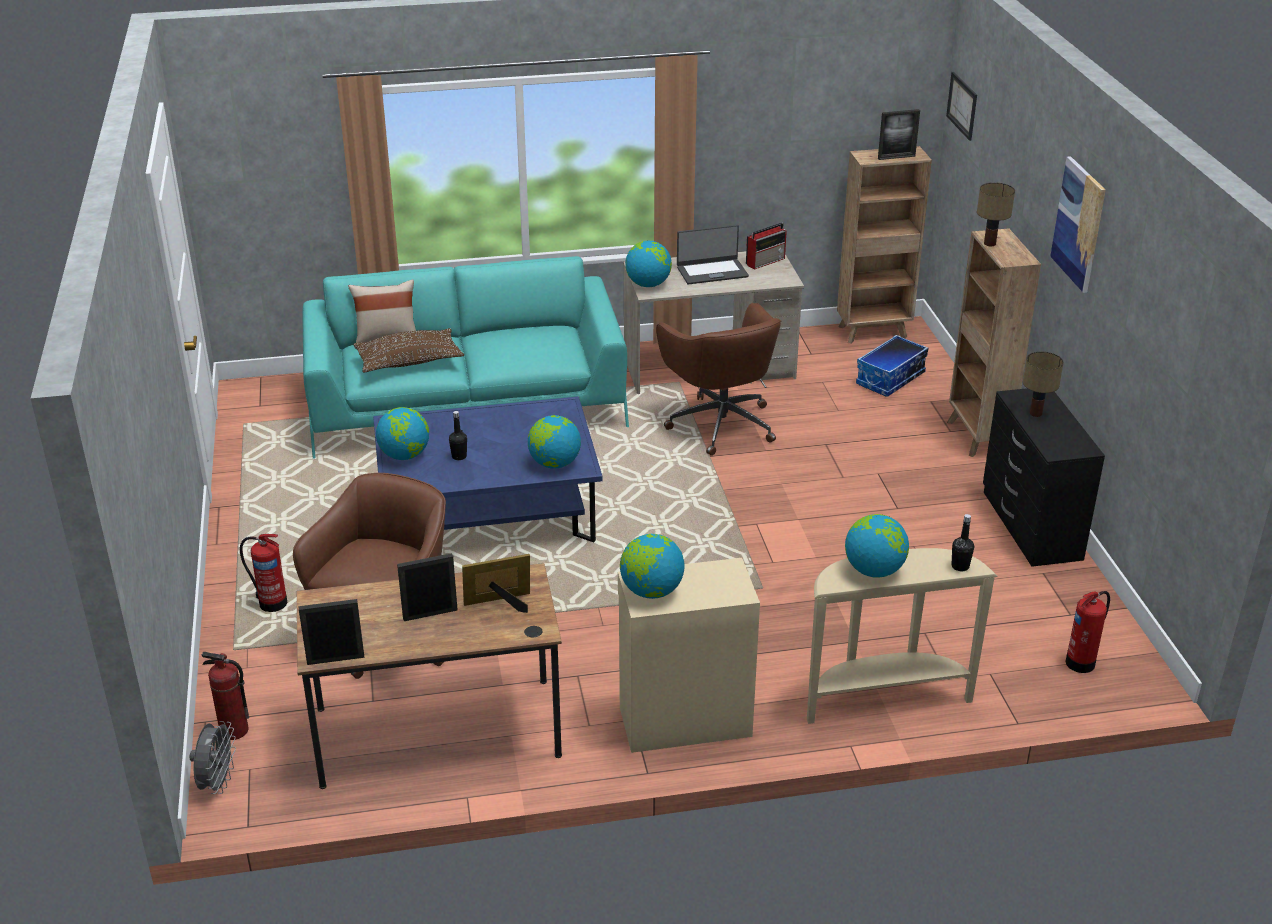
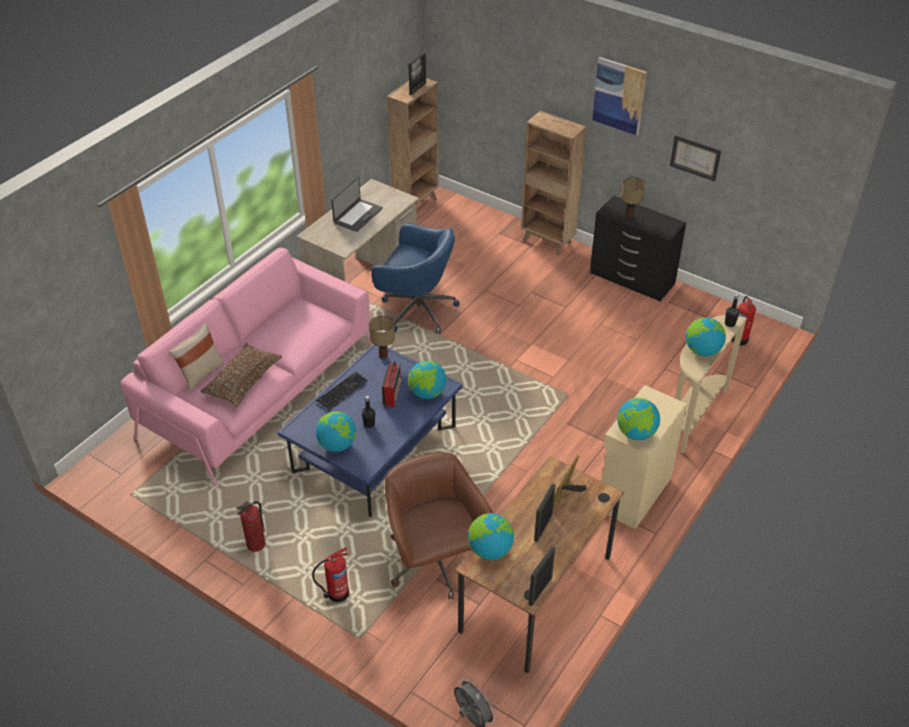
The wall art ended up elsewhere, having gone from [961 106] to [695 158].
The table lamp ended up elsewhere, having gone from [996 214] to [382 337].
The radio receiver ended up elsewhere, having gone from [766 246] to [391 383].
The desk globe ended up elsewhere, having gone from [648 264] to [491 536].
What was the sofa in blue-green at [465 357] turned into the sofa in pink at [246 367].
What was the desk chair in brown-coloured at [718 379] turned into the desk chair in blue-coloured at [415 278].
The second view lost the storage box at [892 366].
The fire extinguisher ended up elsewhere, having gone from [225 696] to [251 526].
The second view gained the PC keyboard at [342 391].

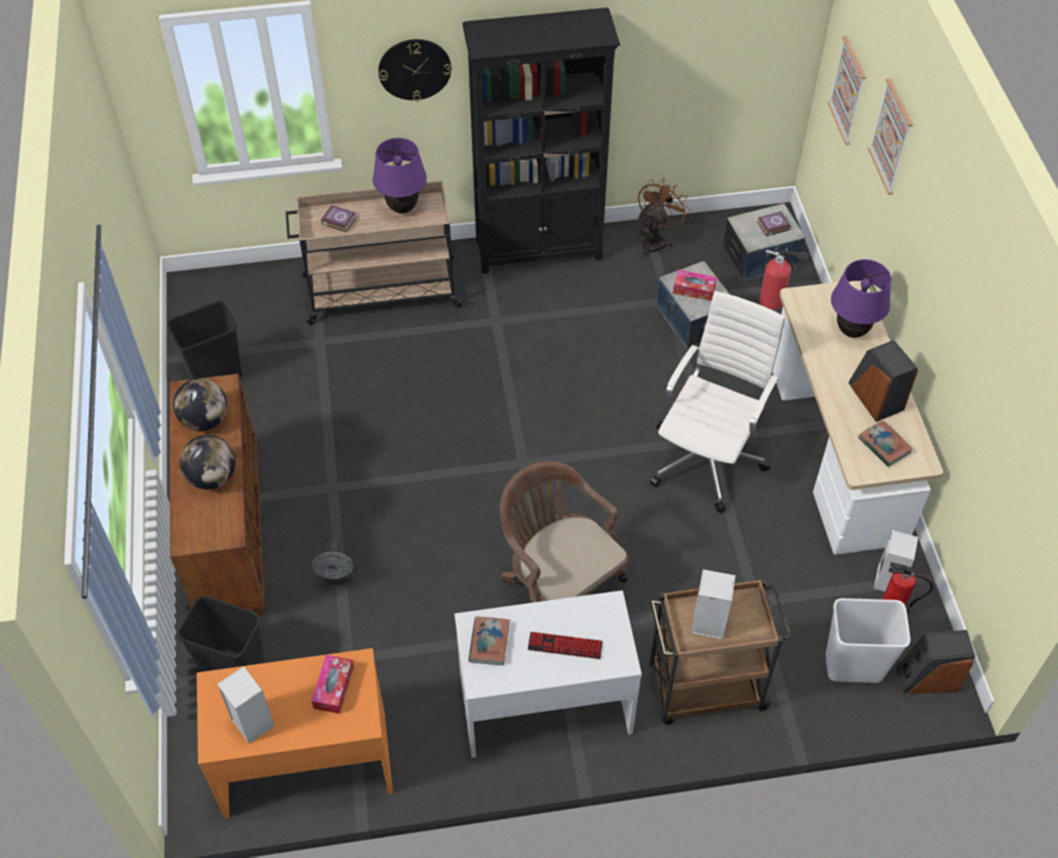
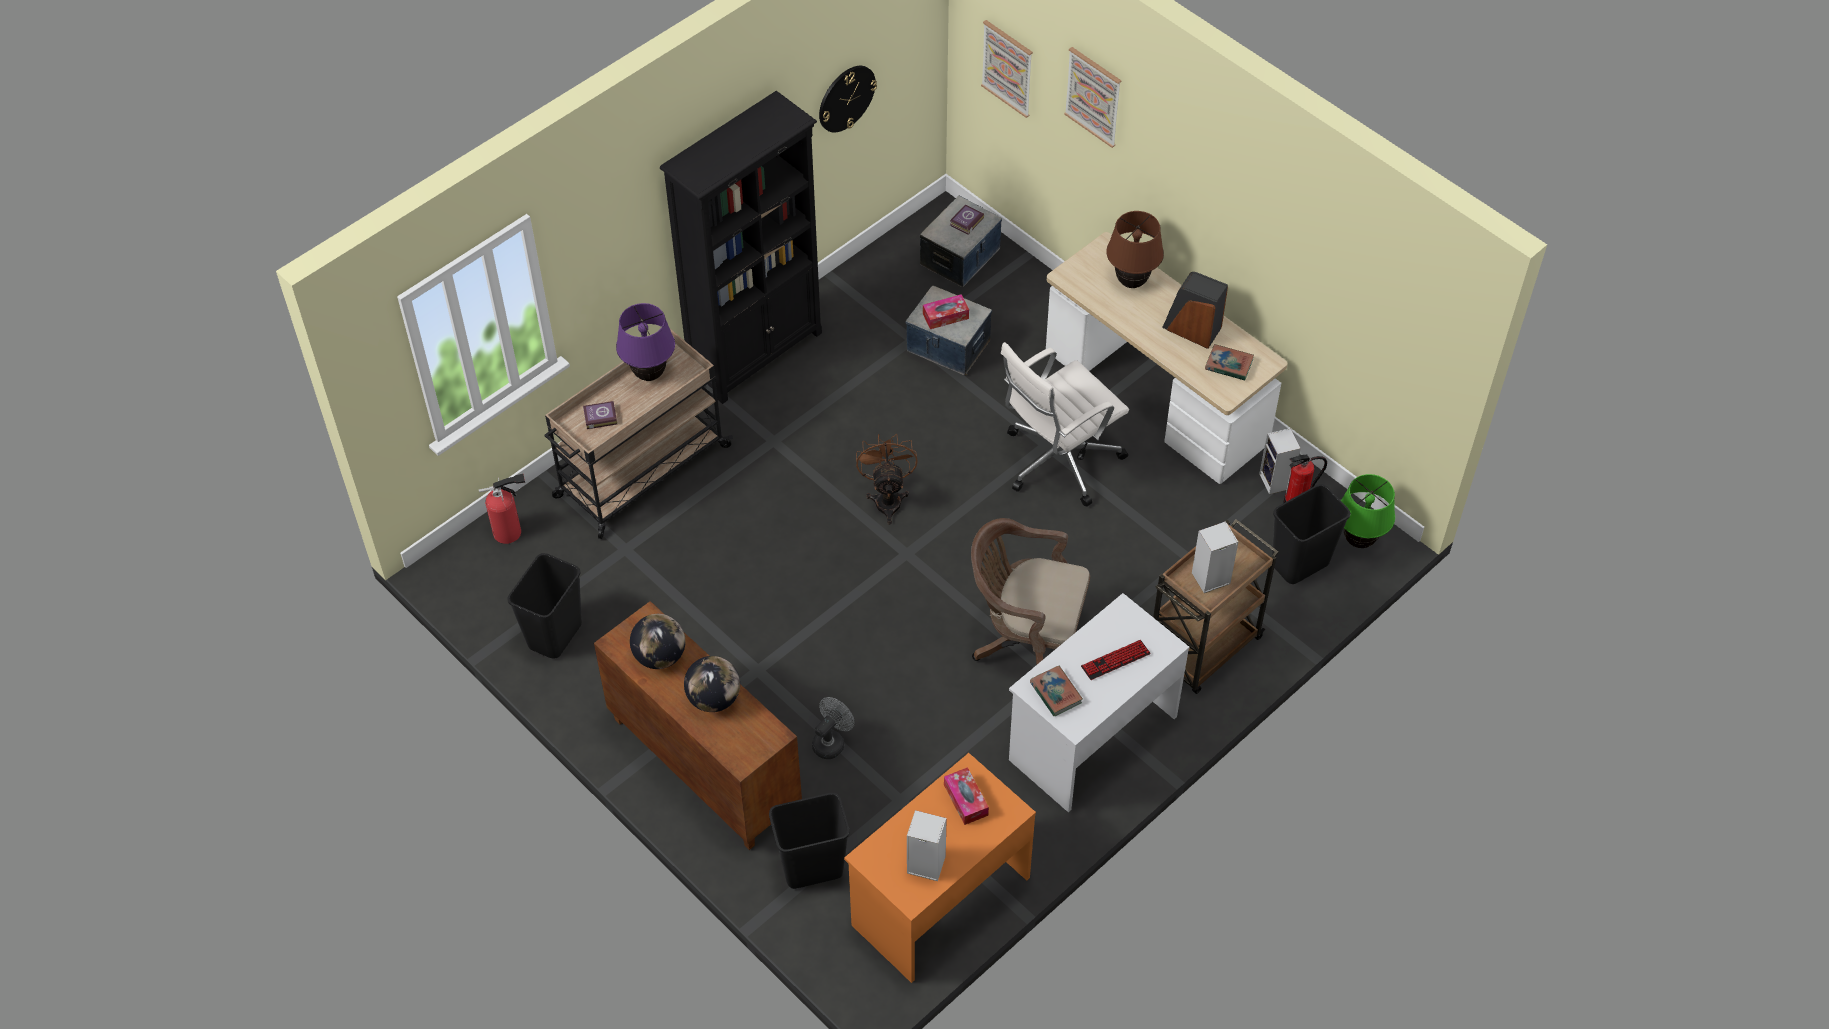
The clock on the wall ended up elsewhere, having gone from [414 70] to [848 99].
The electric fan in brown-coloured ended up elsewhere, having gone from [664 218] to [887 479].
The fire extinguisher ended up elsewhere, having gone from [783 279] to [502 508].
What was the table lamp in purple at [861 298] turned into the table lamp in brown-coloured at [1135 249].
The desk chair in whitish at [717 402] ended up facing another way, 120 degrees counterclockwise from before.
The electric fan in grey at [332 562] ended up facing another way, 105 degrees counterclockwise from before.
What was the trash can in whitish at [868 640] turned into the trash can in black at [1311 534].
Where the loudspeaker stood at [935 662], the table lamp in green-coloured came to stand at [1368 511].

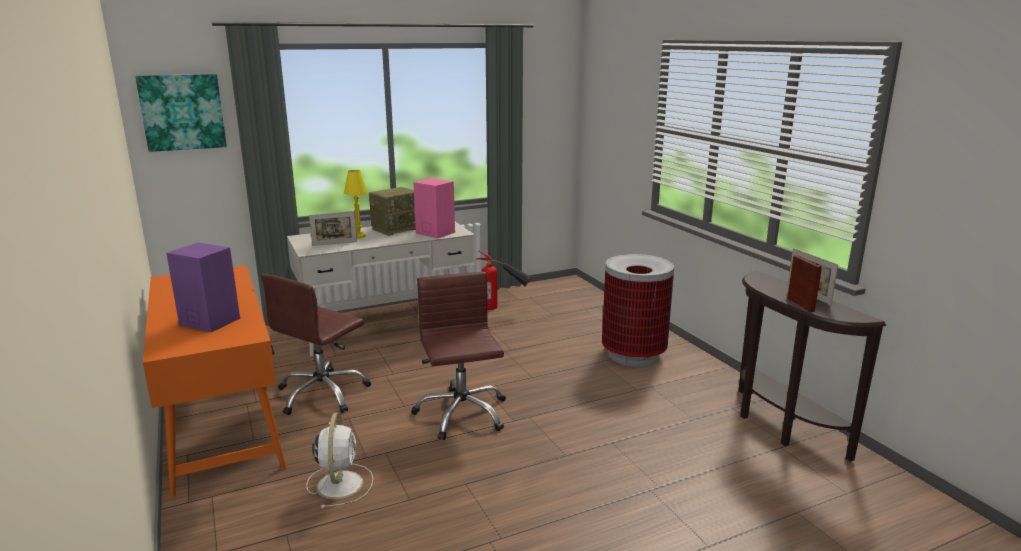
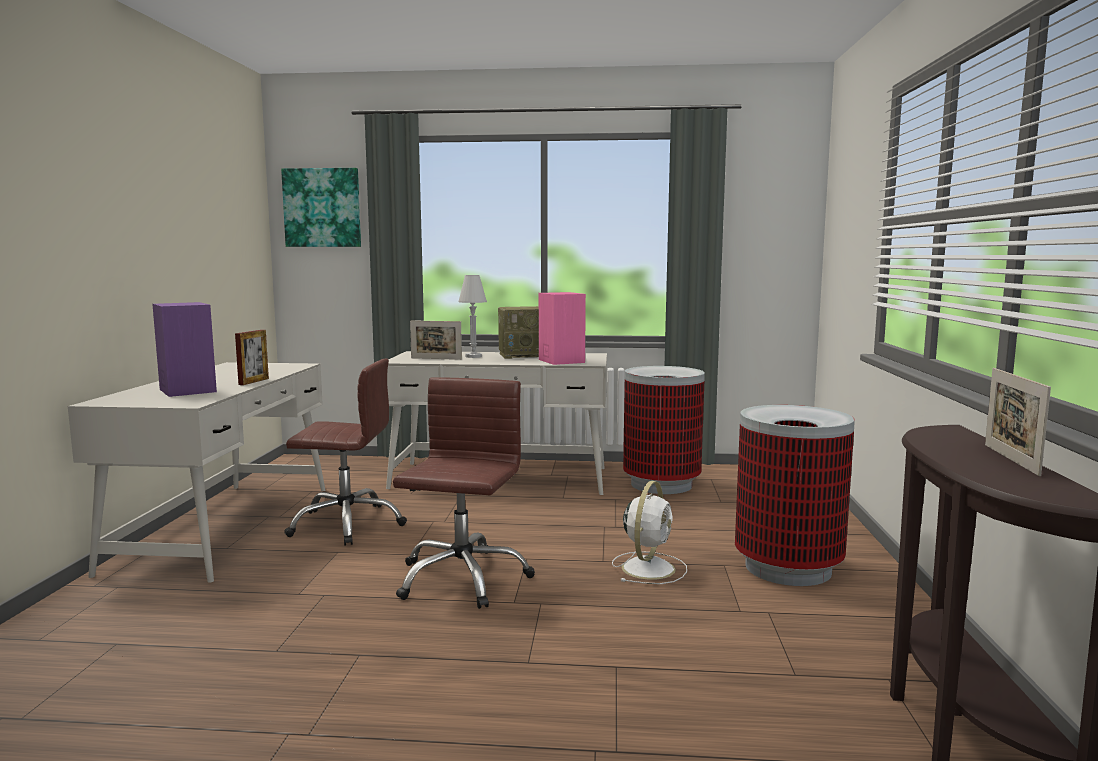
What was the table lamp in yellow-coloured at [356 204] turned into the table lamp in whitish at [472 316].
Where the fire extinguisher stood at [503 280], the trash can came to stand at [664 430].
The picture frame ended up elsewhere, having gone from [804 283] to [252 357].
What was the desk table in orange at [215 381] turned into the desk table in whitish at [196 472].
The desk chair in brown-coloured at [316 344] ended up facing another way, 150 degrees counterclockwise from before.
The electric fan in whitish ended up elsewhere, having gone from [339 460] to [649 532].

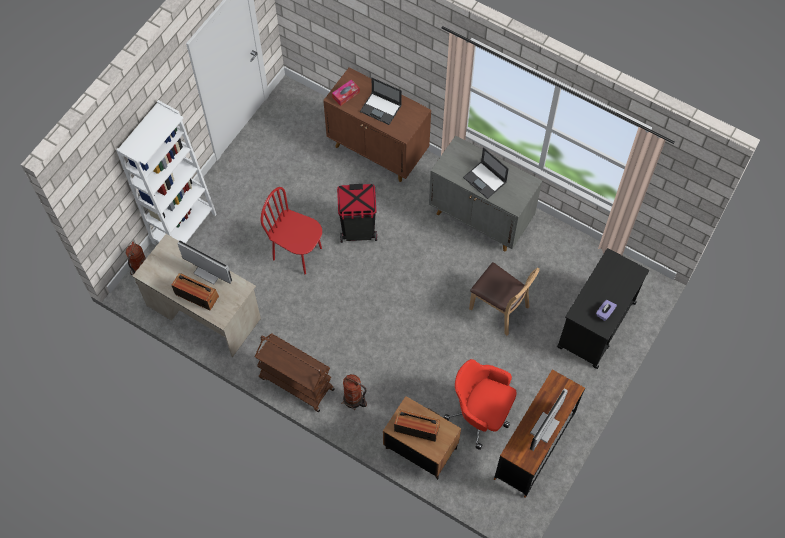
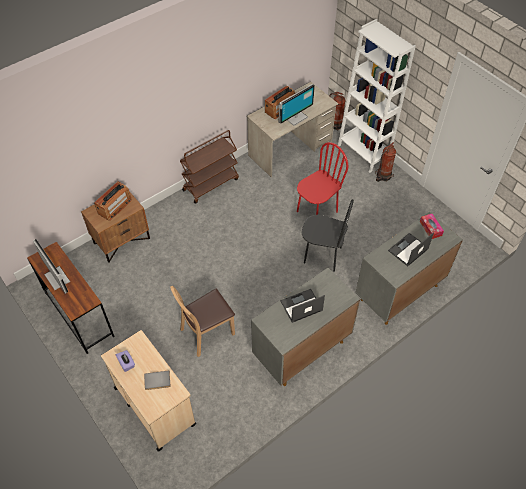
What was the storage cabinet in brown-coloured at [377 124] turned into the storage cabinet in grey at [409 268].
Where the trash can in black stood at [357 213], the plain chair in black came to stand at [328 235].
What was the cart in black at [603 308] turned into the cart in beige-coloured at [148 390].
The second view lost the desk chair in reddish at [480 404].
The fire extinguisher ended up elsewhere, having gone from [354 392] to [385 162].
The second view gained the book in grey at [157 380].

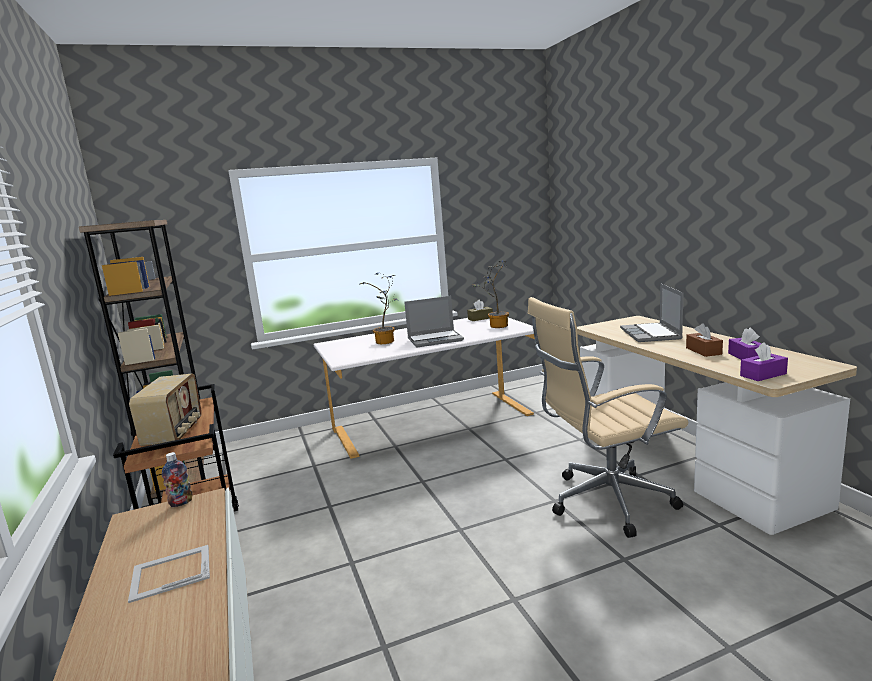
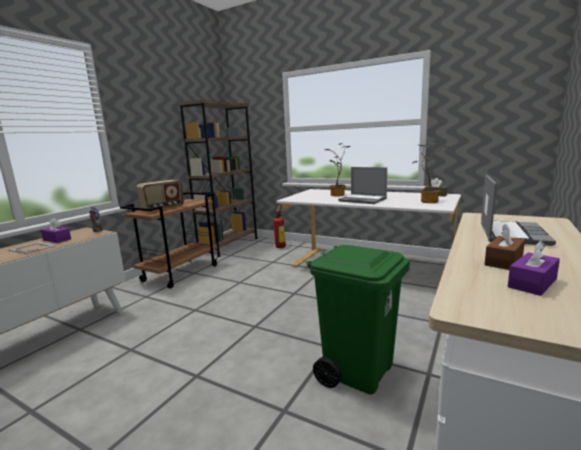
The notebook computer at [651 312] ended up facing another way, 150 degrees clockwise from before.
Where the desk chair in beige-coloured stood at [608 417], the trash can in green-coloured came to stand at [358 320].
The tissue holder in purple ended up elsewhere, having gone from [764 361] to [56 230].
The second view gained the fire extinguisher at [279 226].

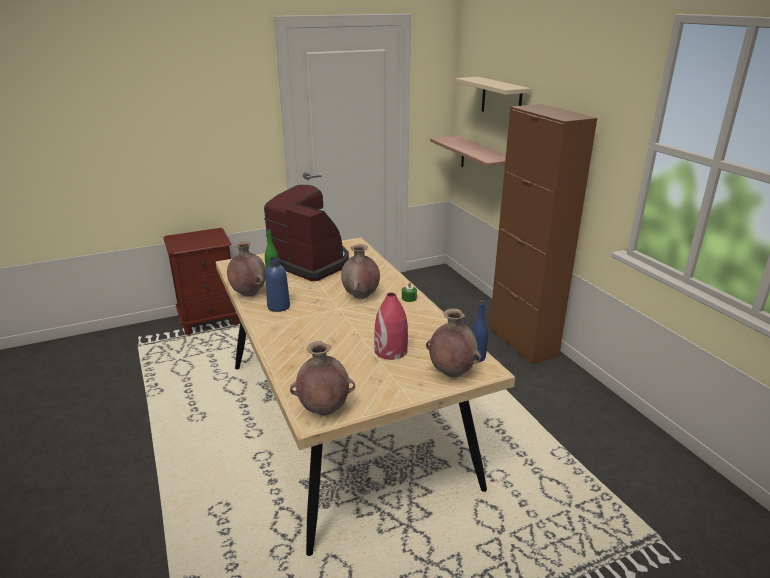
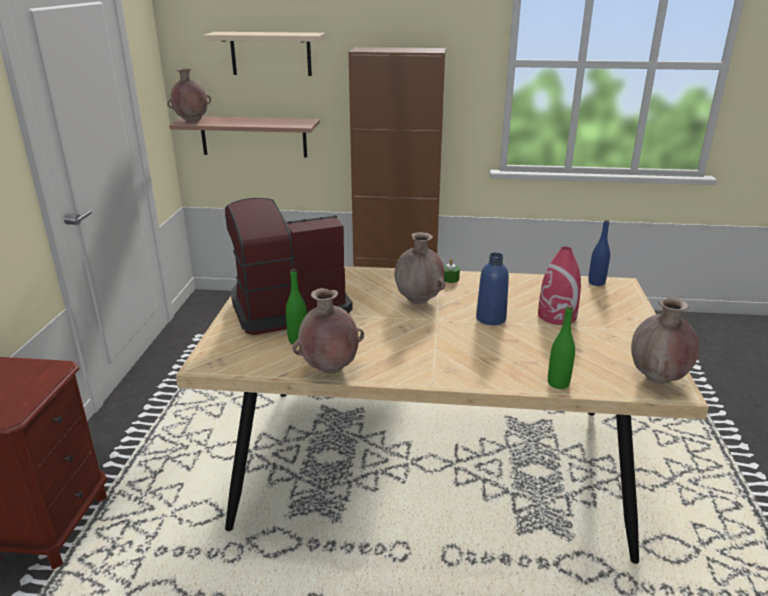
The drink bottle in blue-coloured ended up elsewhere, having gone from [277 284] to [492 288].
The decorative vase in brown-coloured ended up elsewhere, having gone from [453 343] to [189 95].
The second view gained the drink bottle in green-coloured at [561 347].

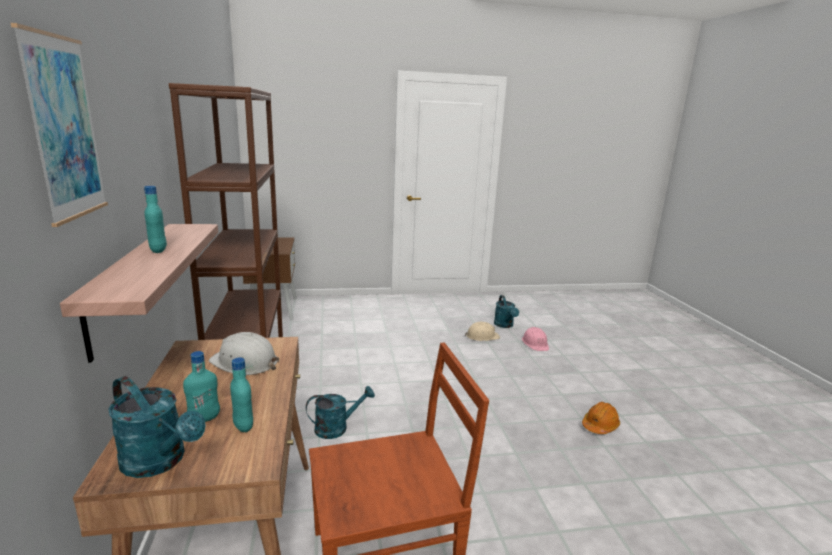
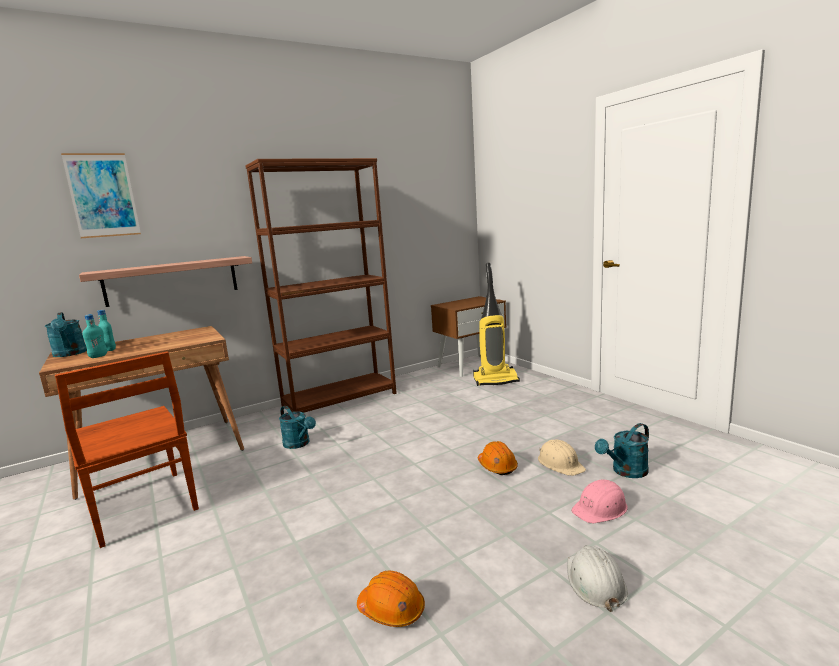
The second view lost the drink bottle in blue-green at [155 219].
The hard hat in whitish ended up elsewhere, having gone from [244 353] to [597 578].
The watering pot in blue-green at [157 427] ended up facing another way, 45 degrees counterclockwise from before.
The second view gained the vacuum at [496 324].
The second view gained the hard hat in orange at [498 458].

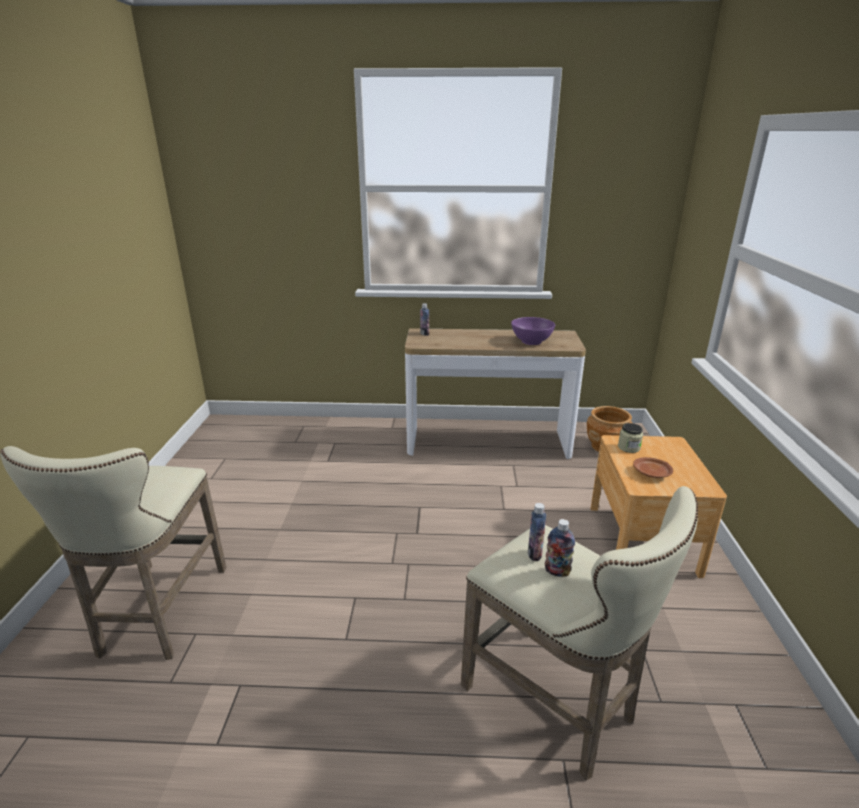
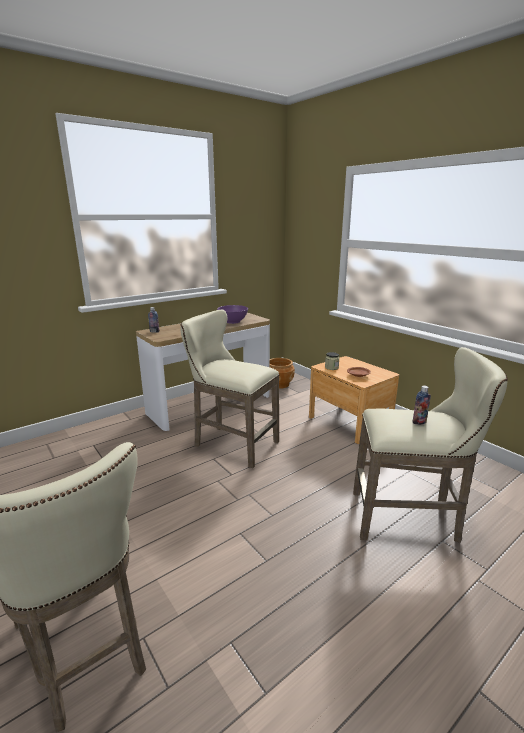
The second view lost the drink bottle at [537 532].
The second view gained the sitting stool in beige-coloured at [229 389].

